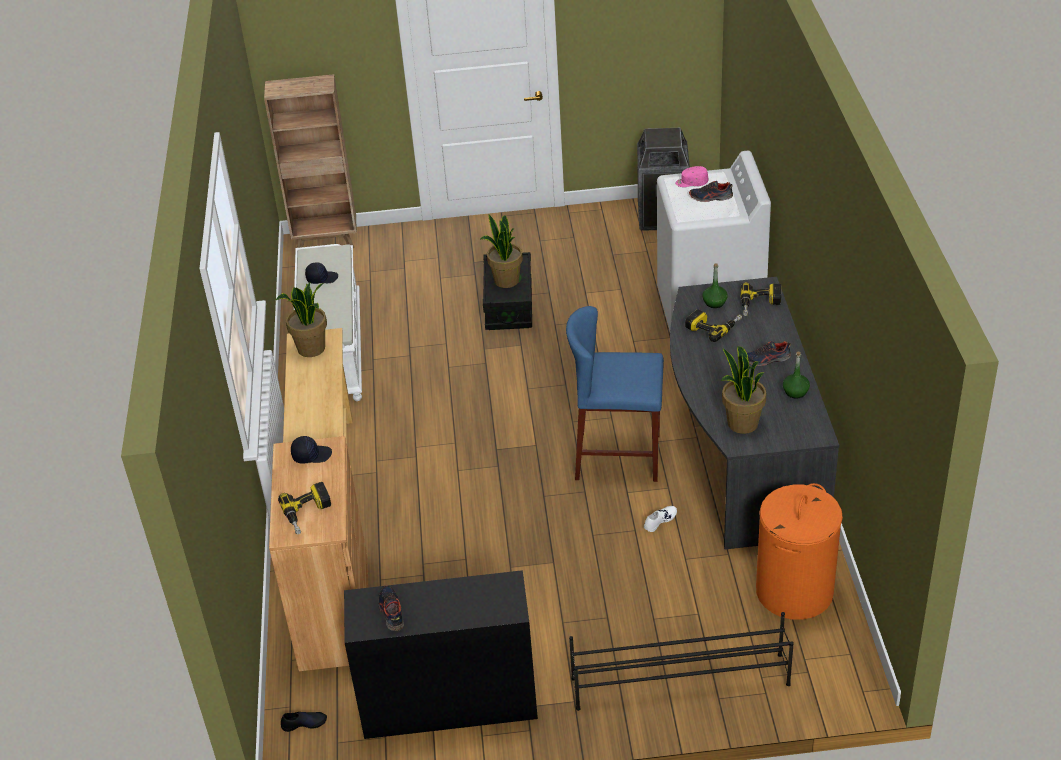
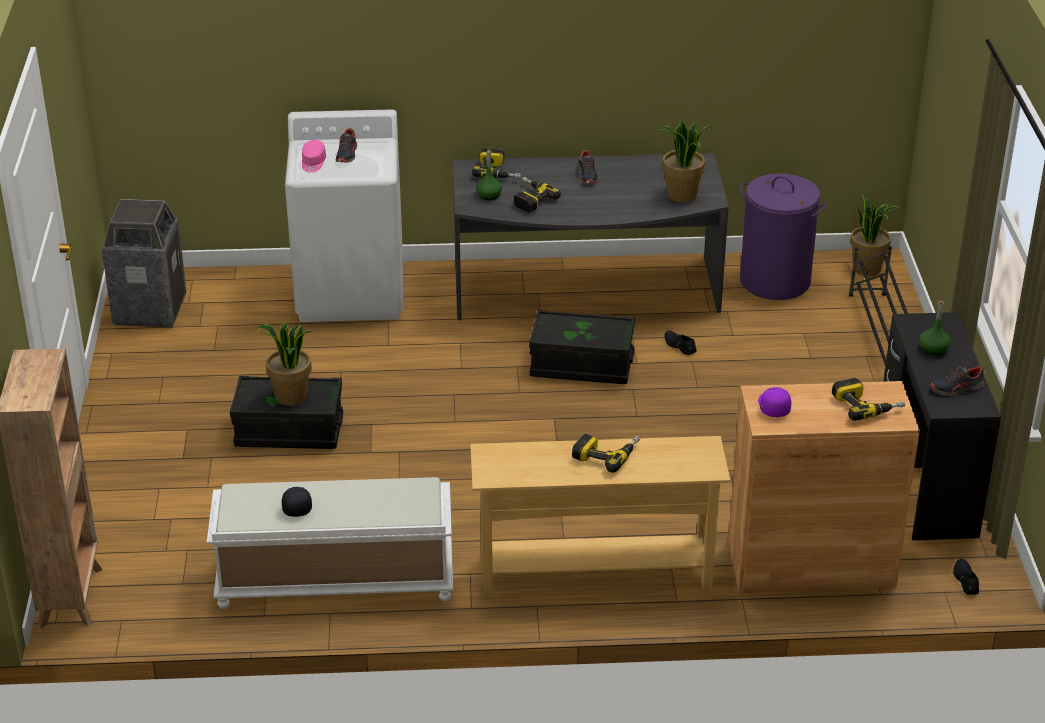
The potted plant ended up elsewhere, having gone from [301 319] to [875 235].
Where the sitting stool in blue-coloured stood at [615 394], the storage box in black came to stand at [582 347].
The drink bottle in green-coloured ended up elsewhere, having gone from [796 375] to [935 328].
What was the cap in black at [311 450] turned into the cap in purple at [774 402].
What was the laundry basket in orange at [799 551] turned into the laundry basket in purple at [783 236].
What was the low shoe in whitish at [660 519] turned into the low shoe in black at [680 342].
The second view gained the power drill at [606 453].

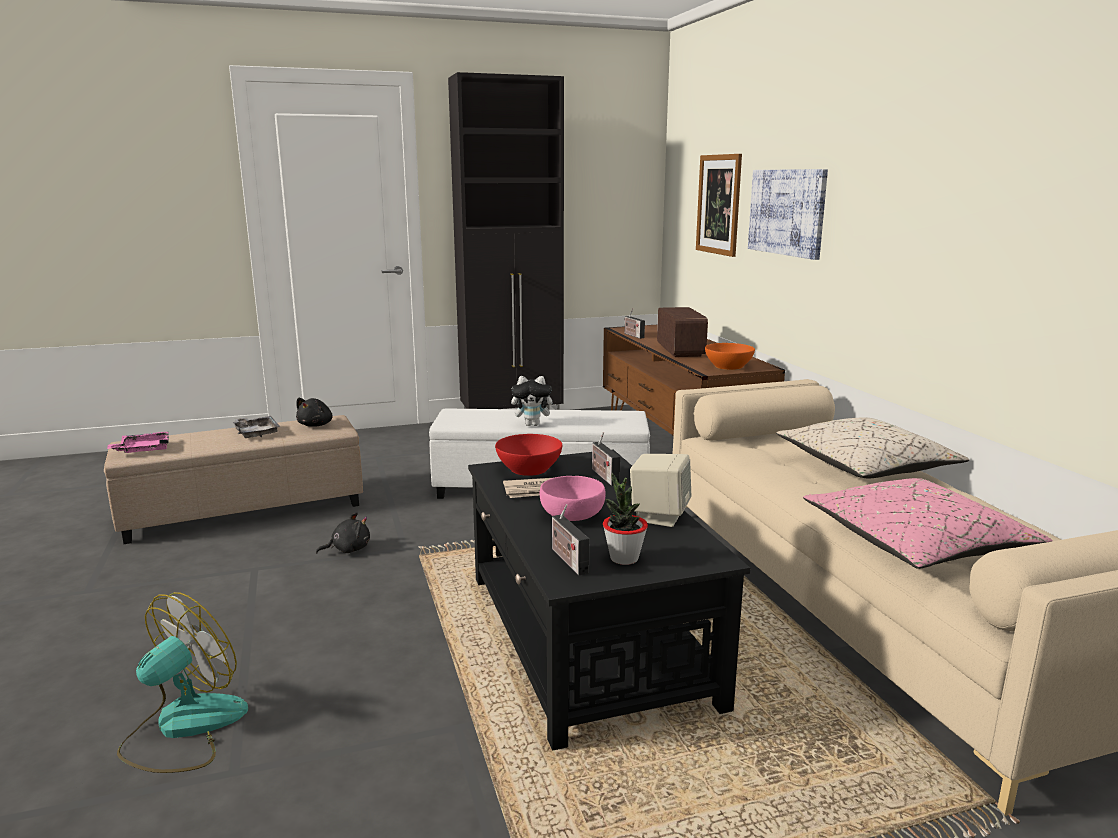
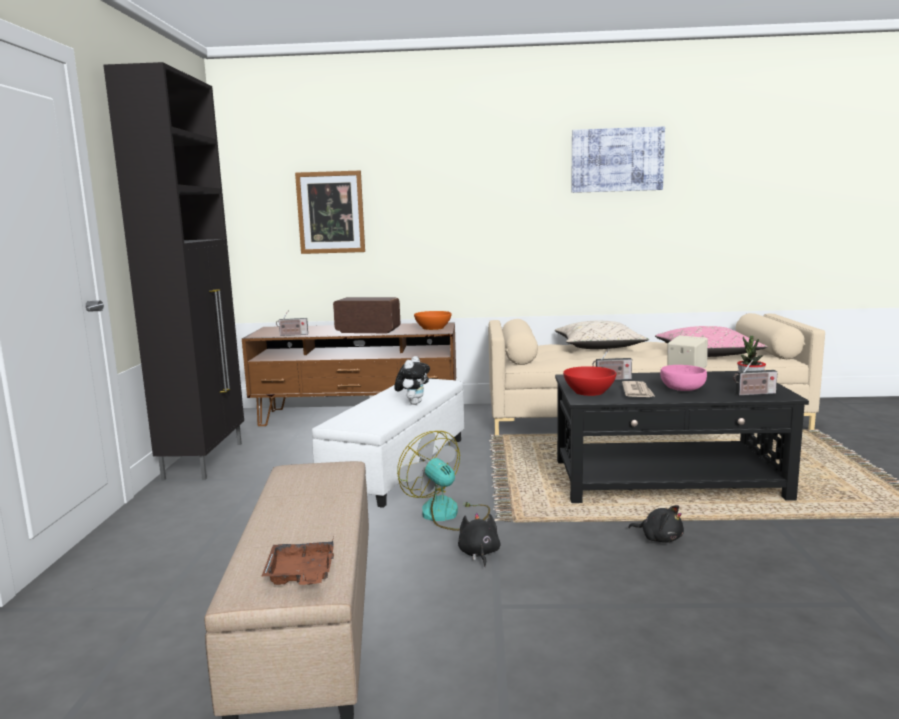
The wall art ended up elsewhere, having gone from [788 214] to [618 160].
The plush toy in black ended up elsewhere, having gone from [314 412] to [656 524].
The second view lost the tray in grey at [256 427].
What was the tray in pink at [138 442] turned into the tray in brown-coloured at [298 561].
The electric fan ended up elsewhere, having gone from [182 682] to [443 481].

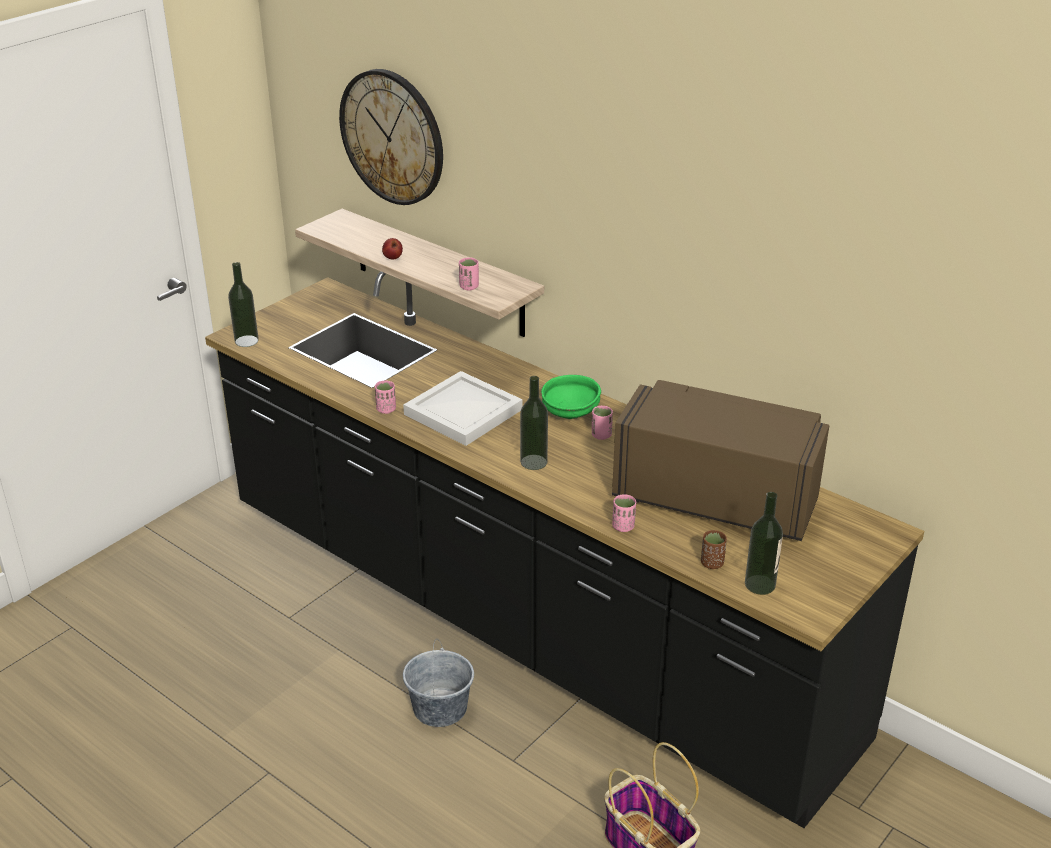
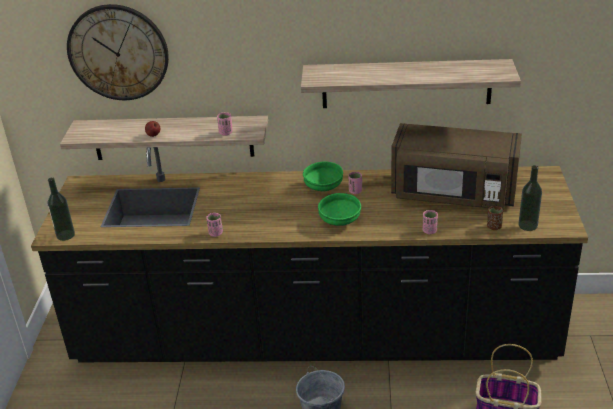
The second view lost the tray in whitish at [463 408].
Where the drink bottle stood at [534 423], the deep dish in green-coloured came to stand at [339 209].
The kitchen microwave in brown-coloured at [720 460] ended up facing another way, 150 degrees counterclockwise from before.
The second view gained the wall shelf at [411 83].

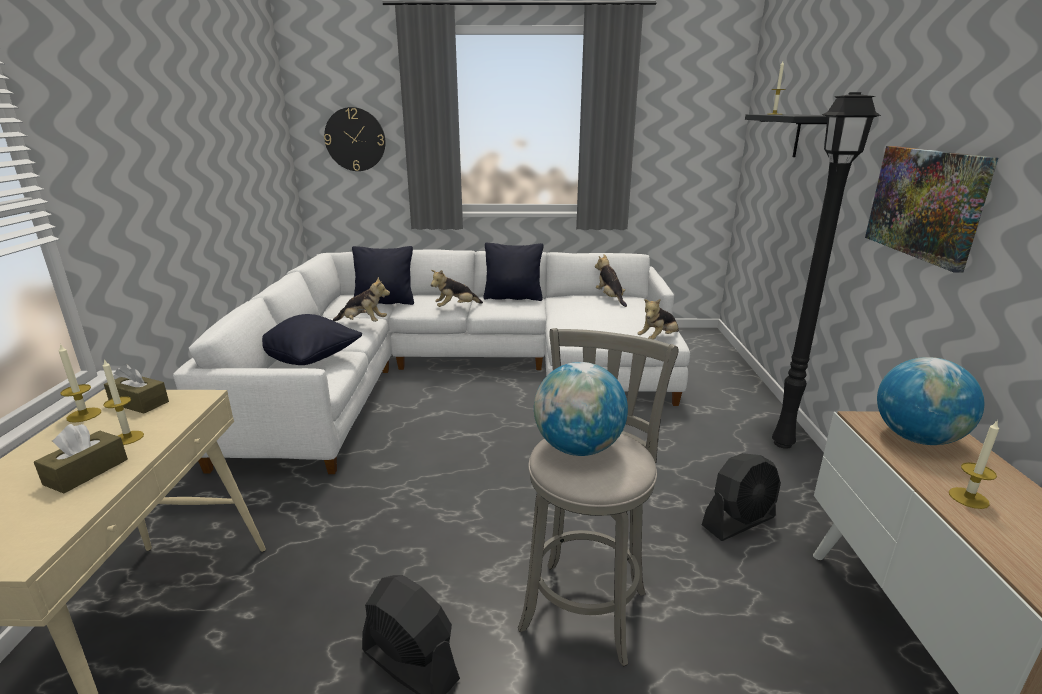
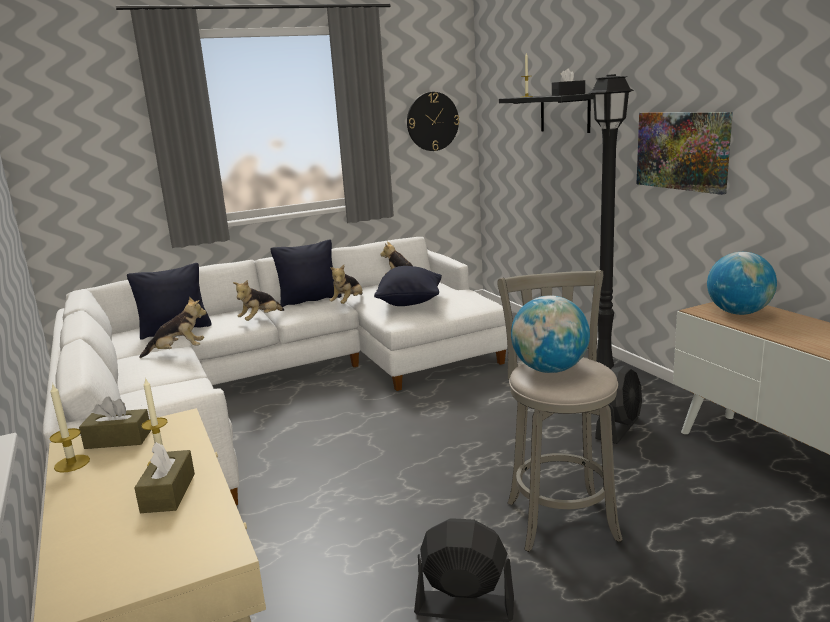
The clock on the wall ended up elsewhere, having gone from [354 139] to [433 121].
The plush toy ended up elsewhere, having gone from [658 319] to [345 284].
The pillow in black ended up elsewhere, having gone from [312 339] to [408 286].
The second view lost the wax candle at [974 464].
The second view gained the tissue holder in black at [568 82].

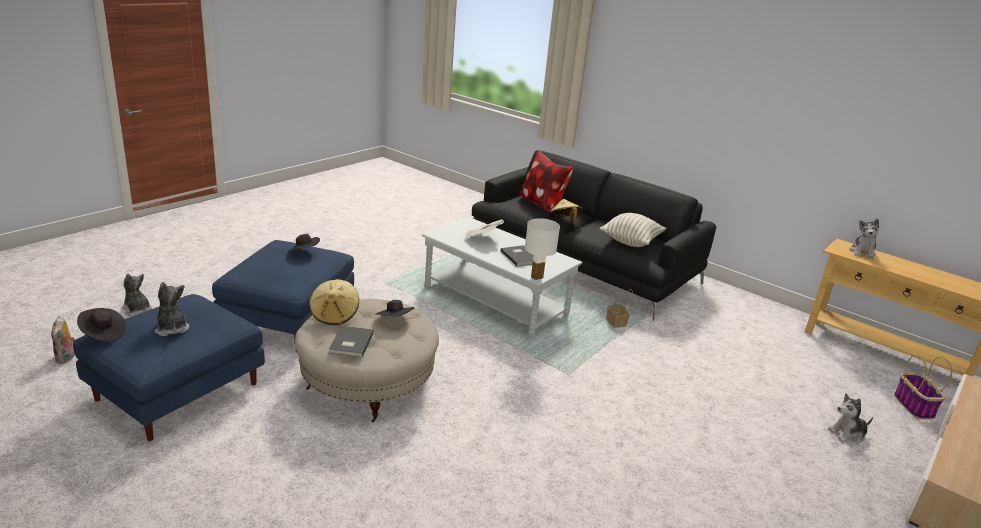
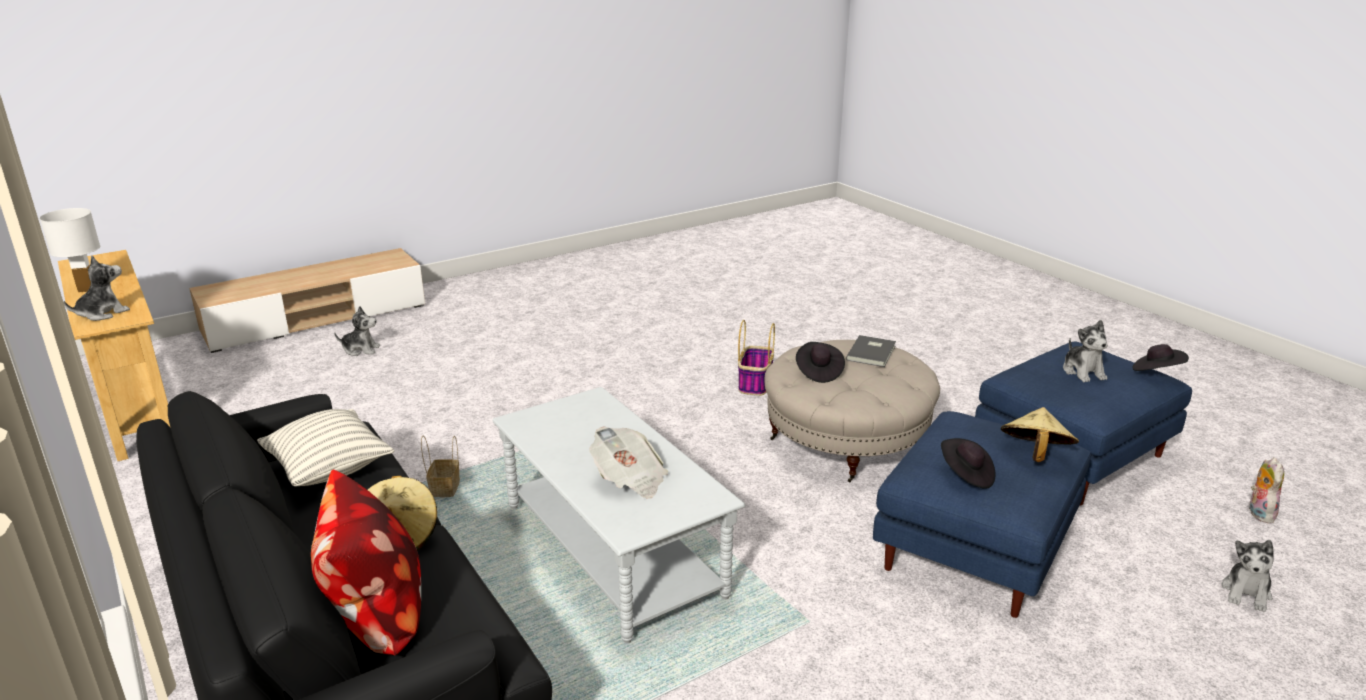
The table lamp in whitish ended up elsewhere, having gone from [542 249] to [69 250].
The second view lost the book in grey at [517 256].
The plush toy at [136 295] ended up facing another way, 60 degrees clockwise from before.
The wearable hat in beige-coloured ended up elsewhere, having gone from [334 302] to [1040 434].
The household basket ended up elsewhere, having gone from [923 387] to [756 358].

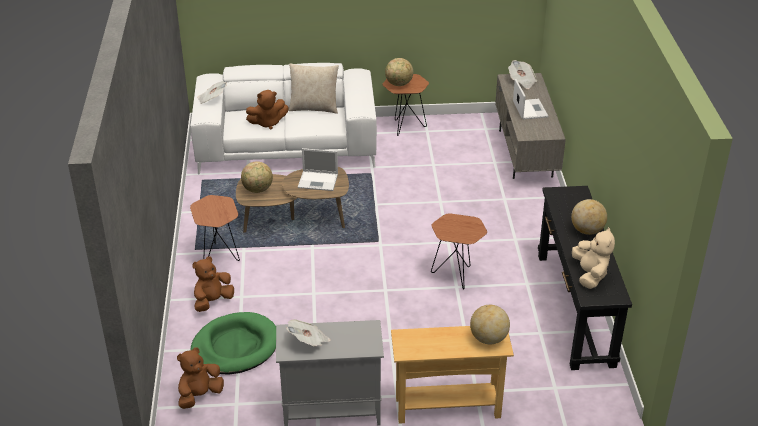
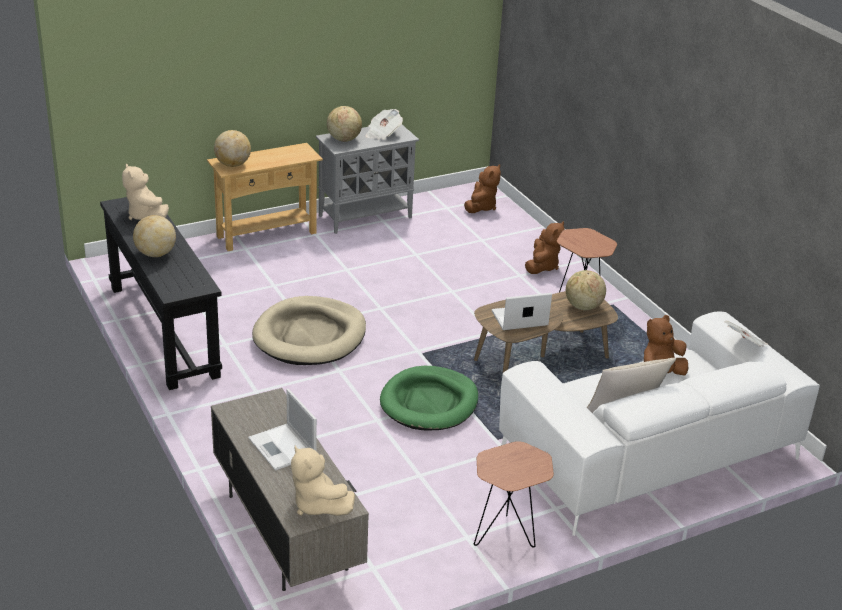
The desk globe ended up elsewhere, having gone from [399 72] to [344 124].
Where the newspaper stood at [522 74], the plush toy in beige-coloured came to stand at [323 480].
Where the end table in brown-coloured stood at [459 251], the dog bed in beige-coloured came to stand at [309 330].
The dog bed in green-coloured ended up elsewhere, having gone from [233 343] to [429 398].

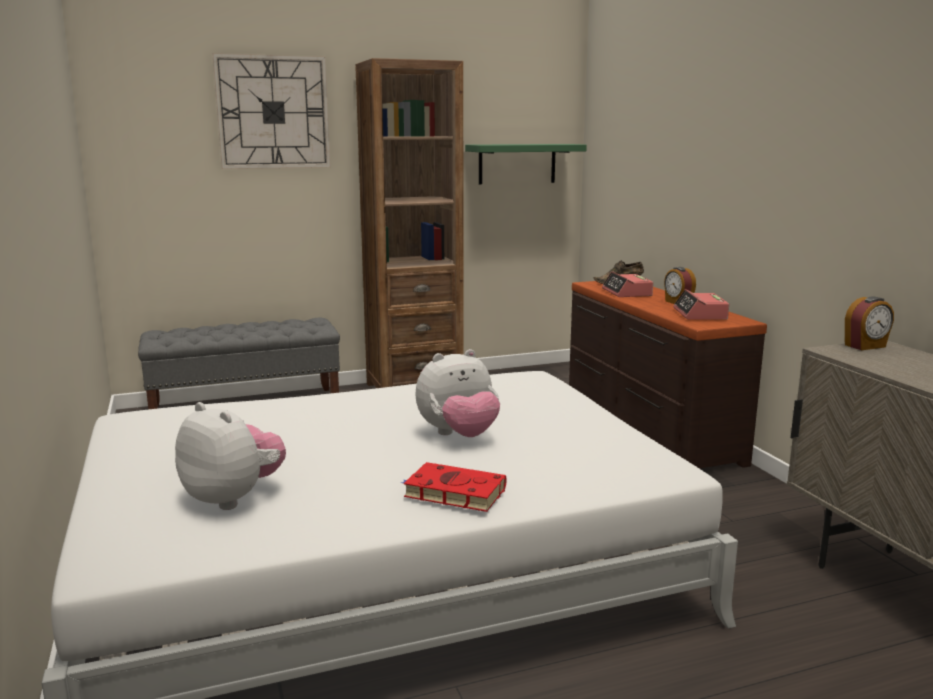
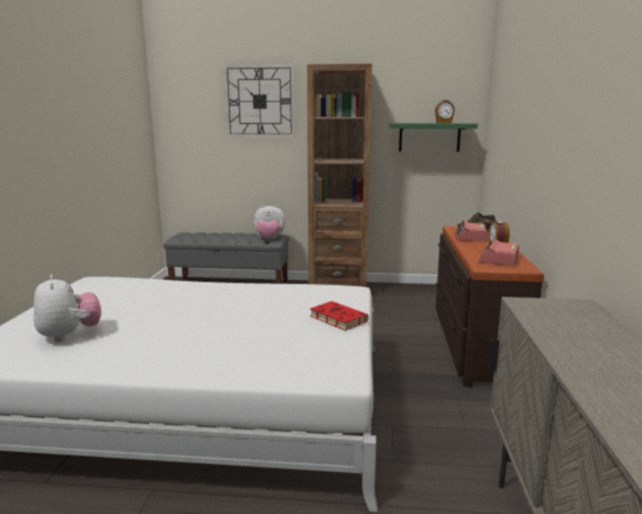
The table clock ended up elsewhere, having gone from [869 323] to [445 111].
The plush toy ended up elsewhere, having gone from [457 393] to [270 222].
The book in reddish ended up elsewhere, having gone from [454 487] to [339 316].

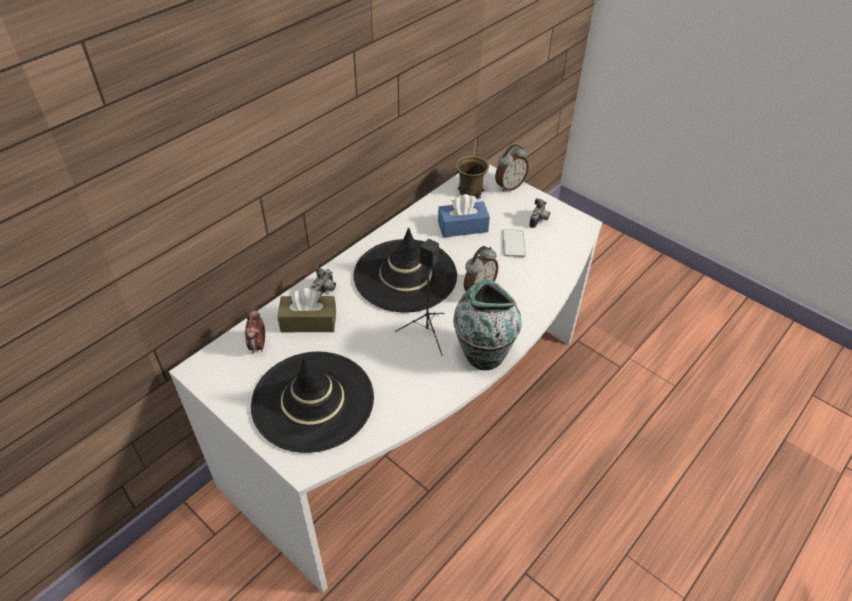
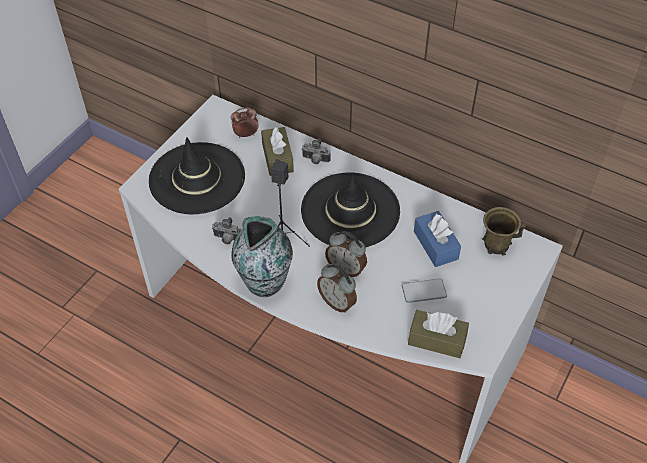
The table clock ended up elsewhere, having gone from [512 168] to [337 288].
The photo camera ended up elsewhere, having gone from [539 213] to [227 230].
The second view gained the tissue holder in brown-coloured at [438 334].

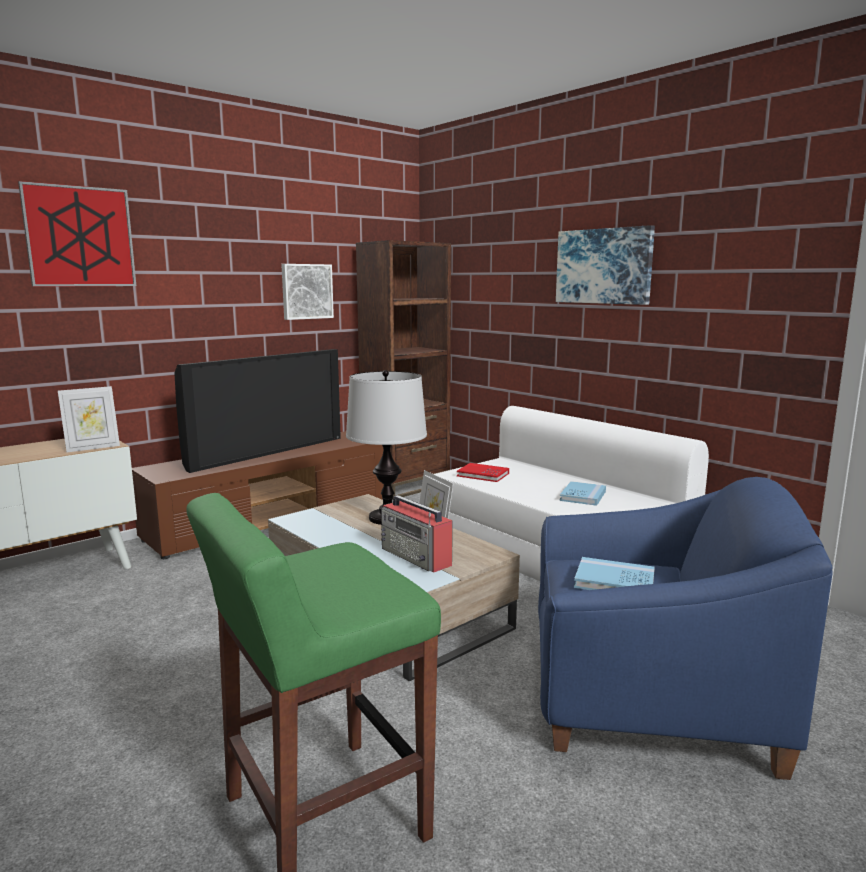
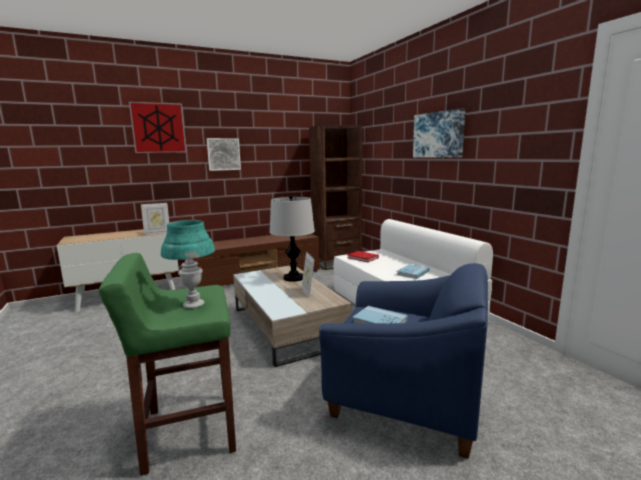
The wall art ended up elsewhere, having gone from [307 292] to [224 154].
The second view lost the TV at [257 411].
The second view lost the radio receiver at [417 534].
The second view gained the table lamp in blue-green at [188 264].

